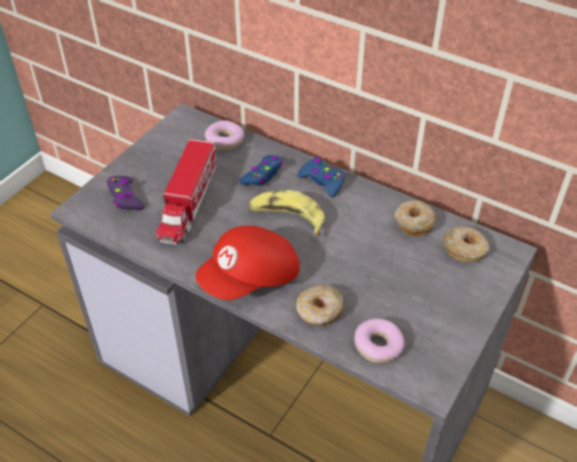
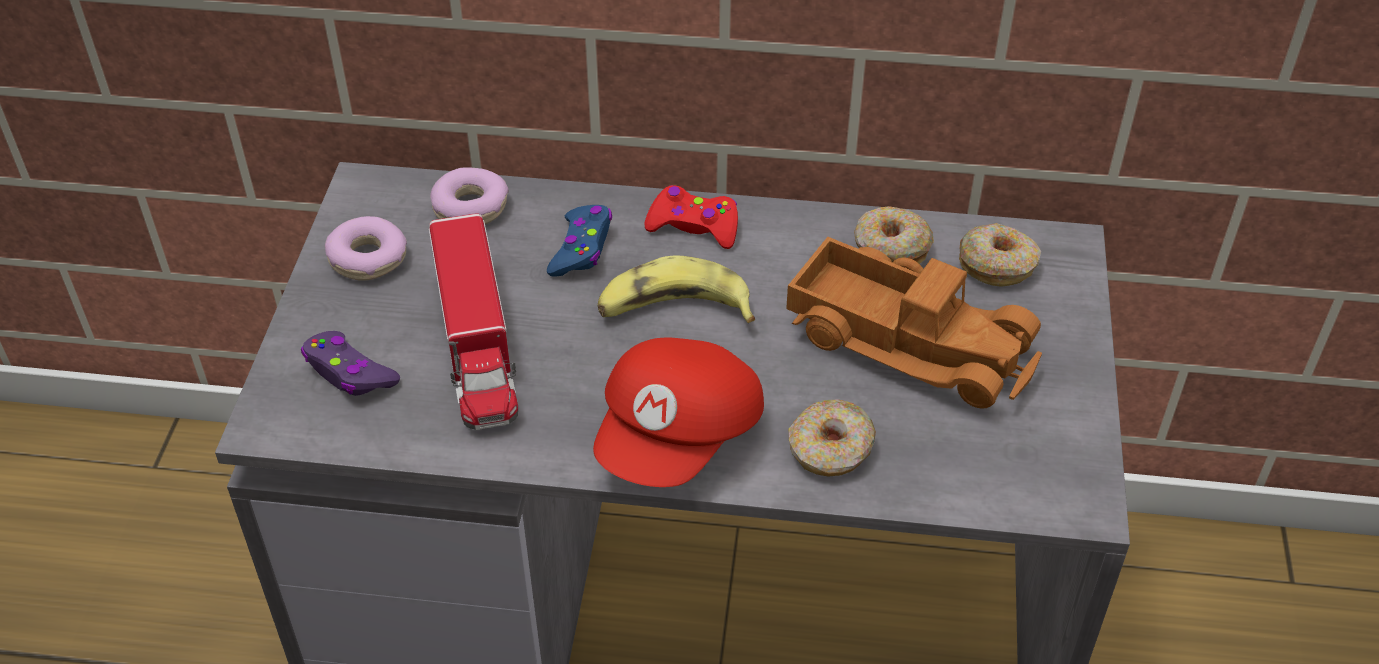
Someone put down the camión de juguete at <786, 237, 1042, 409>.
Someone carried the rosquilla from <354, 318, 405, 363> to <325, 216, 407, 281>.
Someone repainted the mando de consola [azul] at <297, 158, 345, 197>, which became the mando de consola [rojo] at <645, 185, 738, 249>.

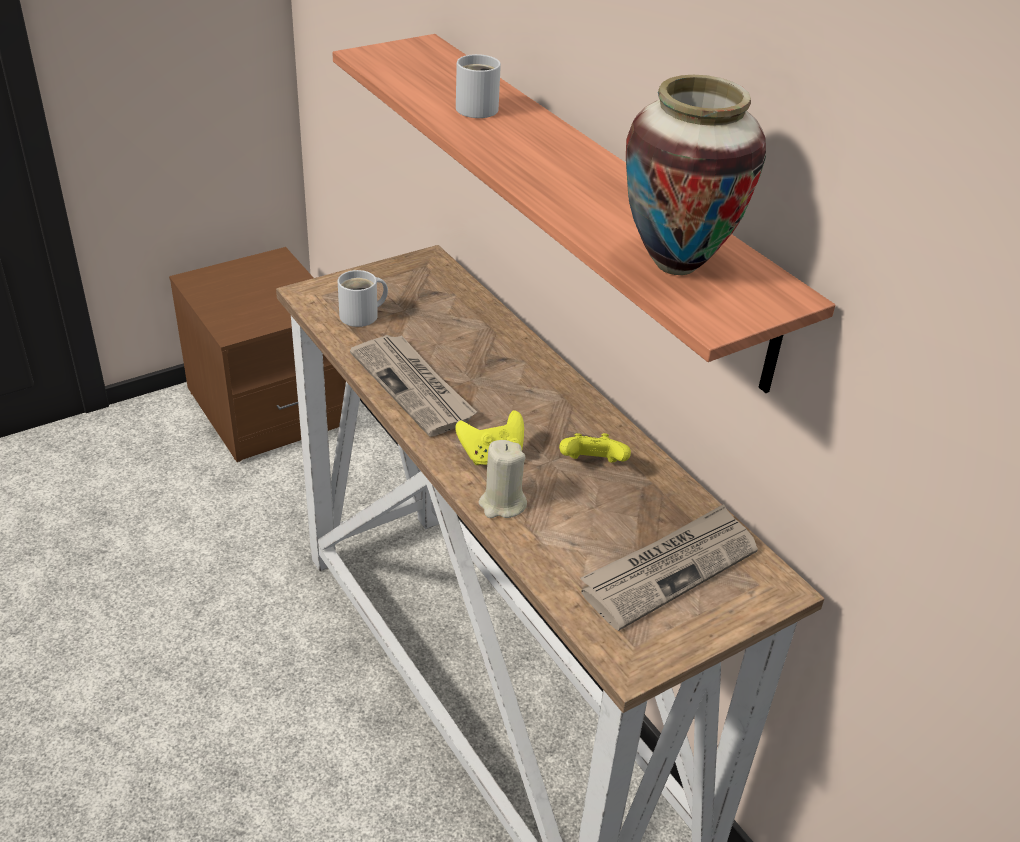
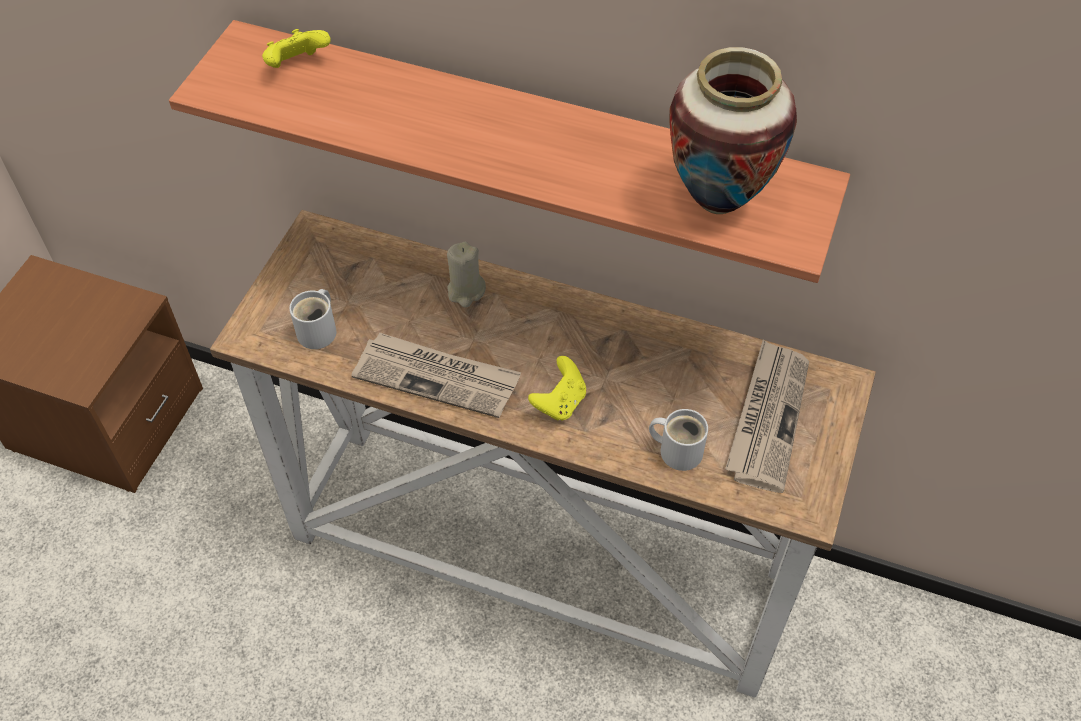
Someone carried the taza grande [blanco] from <456, 54, 501, 118> to <649, 409, 708, 471>.
Someone carried the vela [beis] from <479, 440, 527, 518> to <447, 242, 486, 307>.
Someone carried the mando de consola [amarillo] from <559, 433, 631, 463> to <262, 29, 331, 68>.

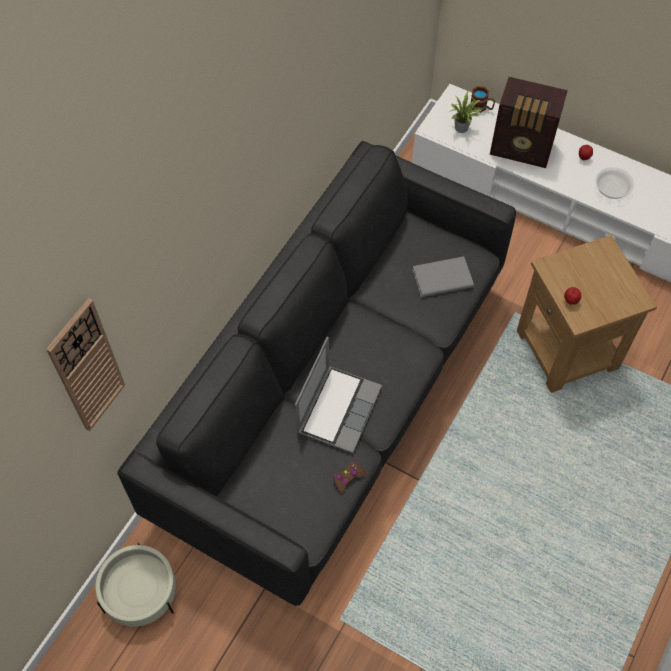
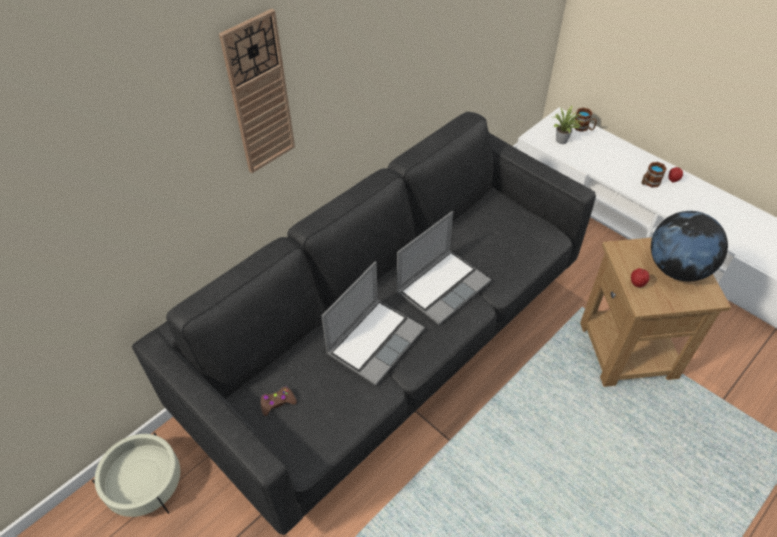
Someone took away the libro [gris] at <412, 256, 474, 297>.
Someone took away the radio at <490, 77, 568, 168>.
Someone took away the cuenco at <595, 167, 634, 199>.
Someone put down the portátil at <396, 211, 491, 325>.
Someone put down the taza grande at <642, 162, 667, 188>.
Someone put down the globo terráqueo at <651, 211, 728, 281>.
Someone carried the reloj de pared from <46, 298, 125, 431> to <219, 9, 295, 173>.
Someone carried the mando de consola [marrón] from <333, 462, 366, 493> to <261, 387, 297, 416>.

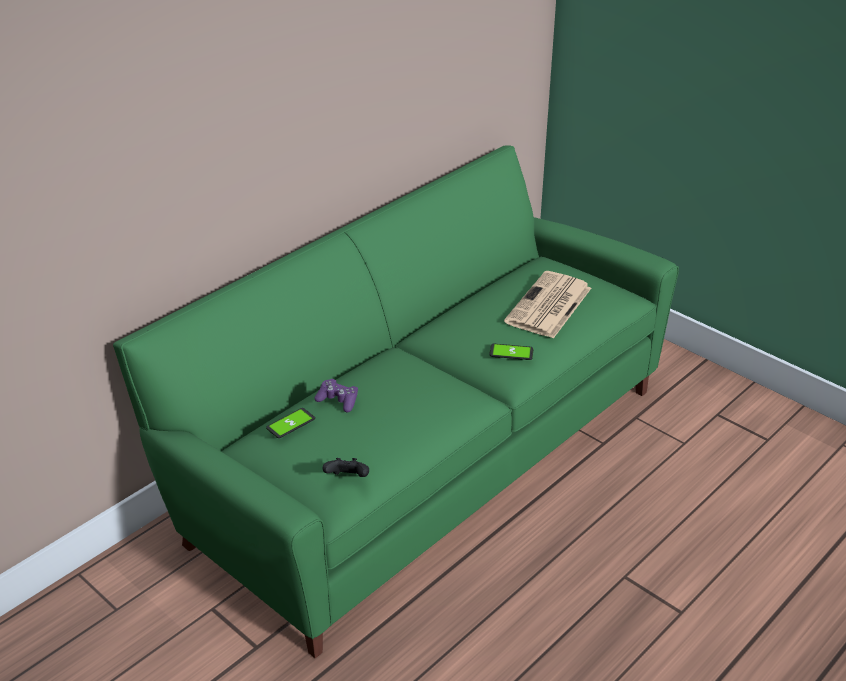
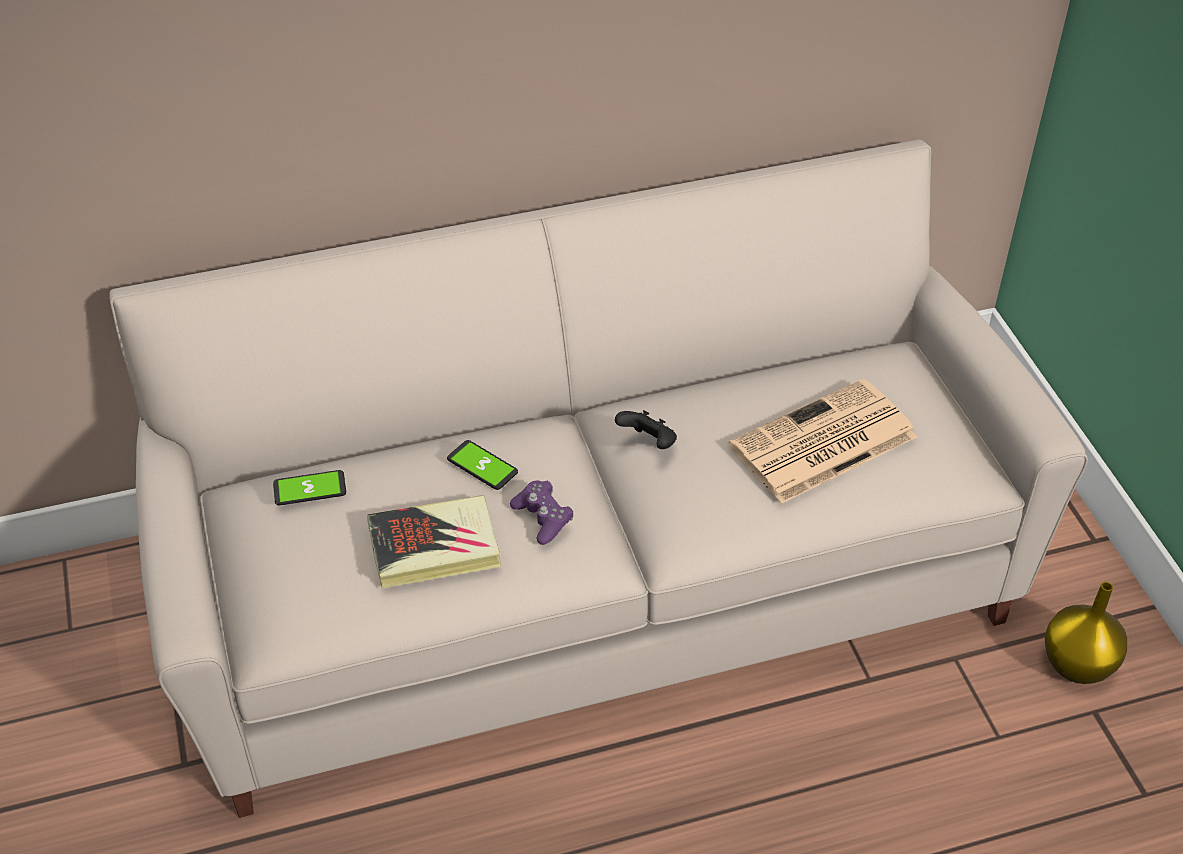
Someone put down the libro at <367, 495, 501, 588>.
Someone put down the florero [amarillo] at <1045, 582, 1127, 684>.
Someone carried the mando de consola [morado] from <314, 379, 358, 413> to <510, 481, 573, 545>.
Someone carried the mando de consola [negro] from <323, 458, 369, 477> to <615, 410, 677, 449>.
Someone carried the móvil from <489, 344, 533, 360> to <447, 440, 518, 490>.
Someone repainted the sofá [verde] at <113, 145, 679, 658>, which became the sofá [beis] at <109, 140, 1088, 818>.

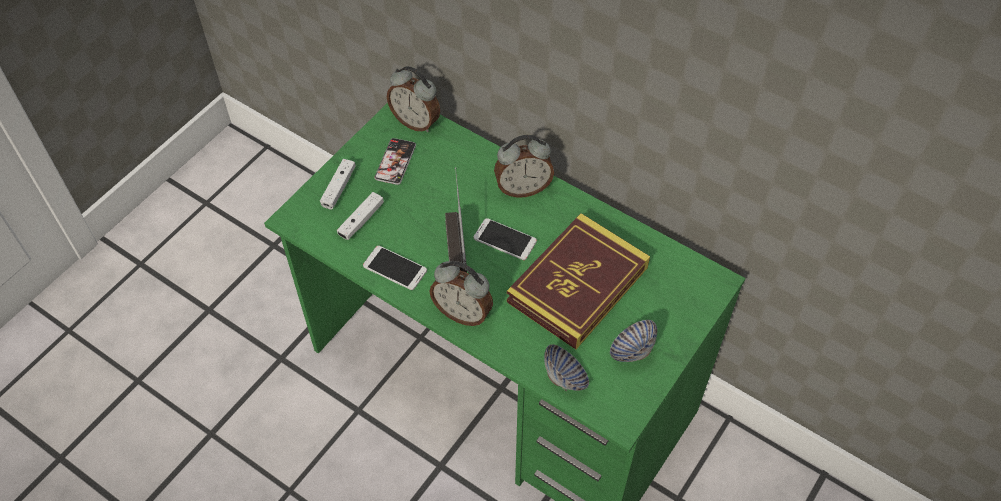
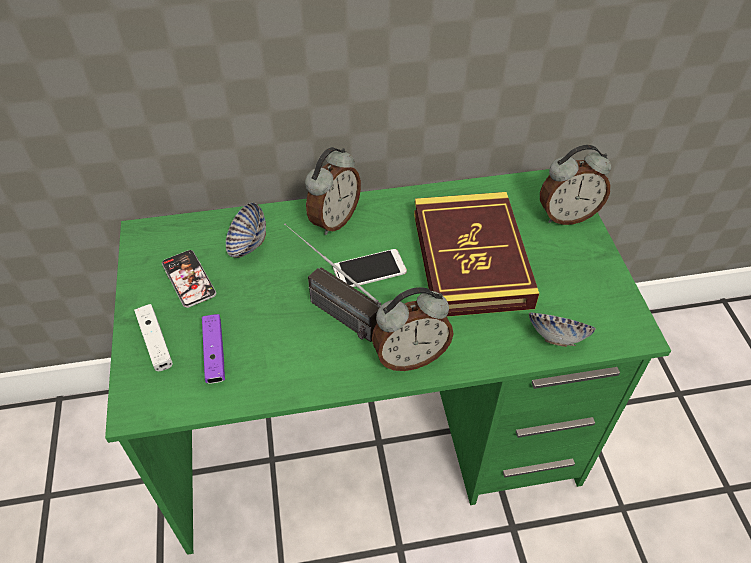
Someone took away the móvil at <363, 246, 427, 290>.
Someone carried the despertador from <387, 66, 440, 132> to <540, 145, 611, 225>.
Someone carried the cuenco from <610, 320, 657, 362> to <226, 202, 266, 258>.
Someone repainted the mando de consola [blanco] at <337, 192, 384, 240>, which became the mando de consola [morado] at <202, 314, 225, 384>.

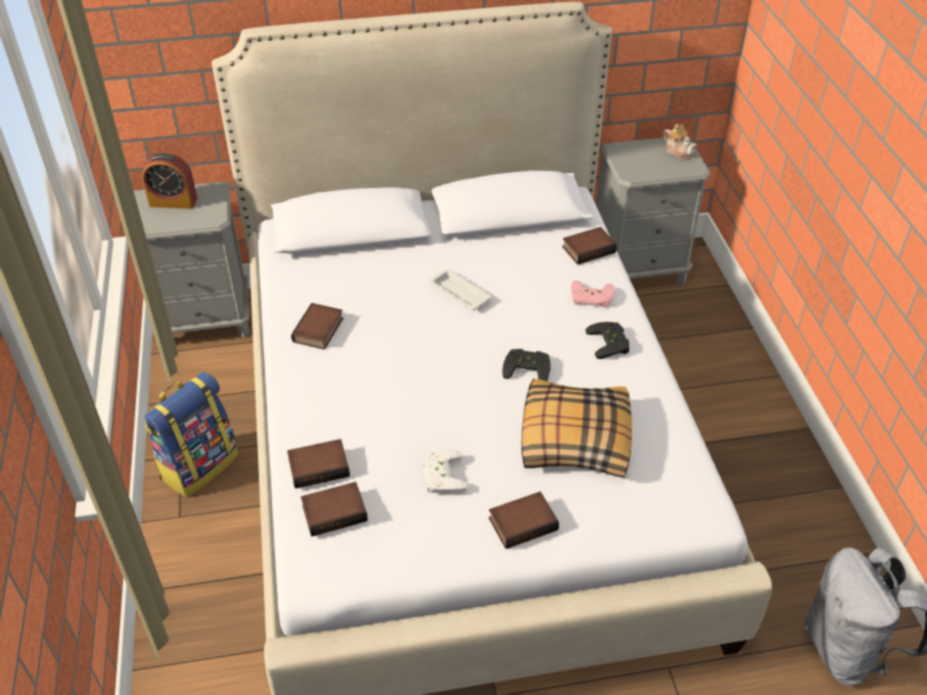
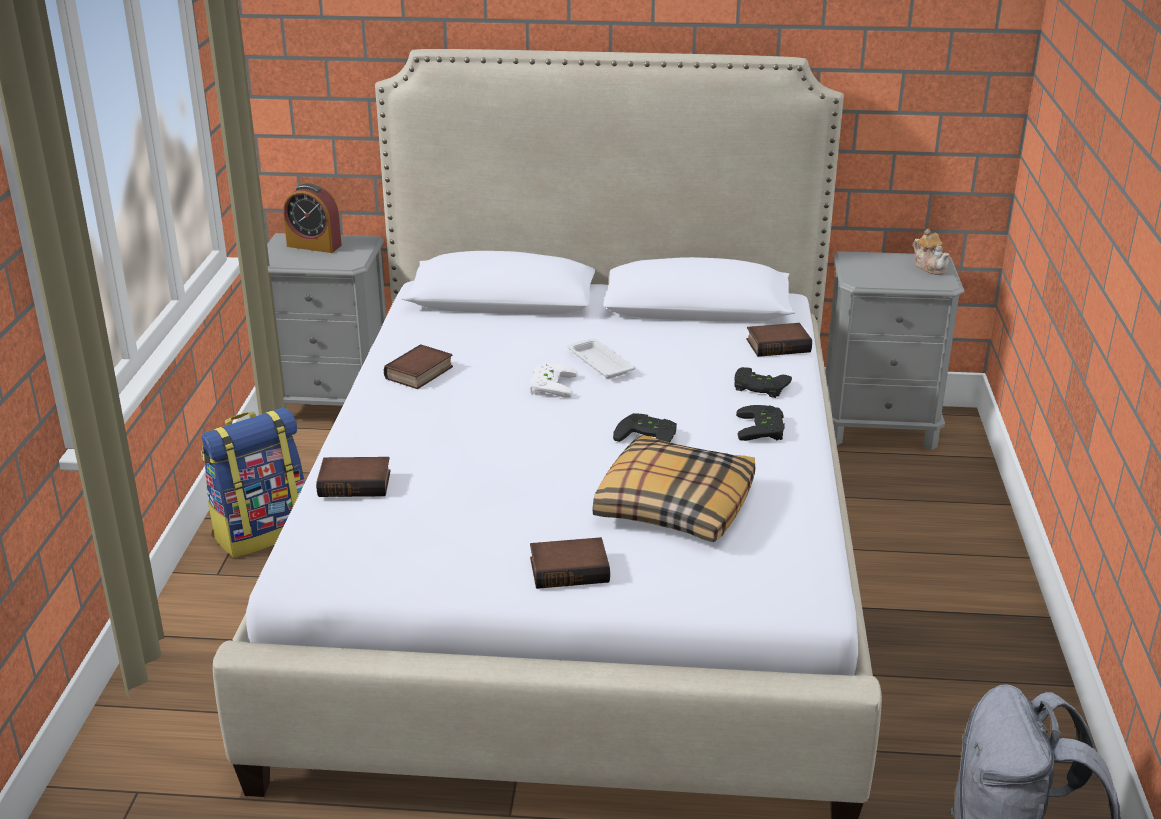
Someone took away the libro at <301, 482, 368, 536>.
Someone carried the mando de consola [blanco] from <422, 449, 468, 493> to <530, 364, 577, 398>.
Someone repainted the mando de consola [rosa] at <571, 281, 615, 308>, which became the mando de consola [negro] at <735, 367, 792, 398>.

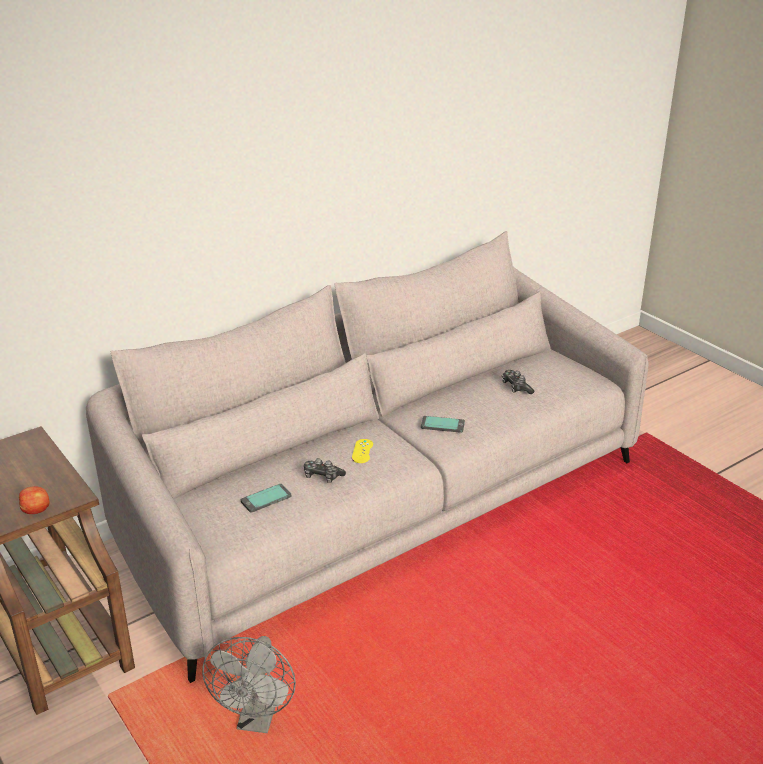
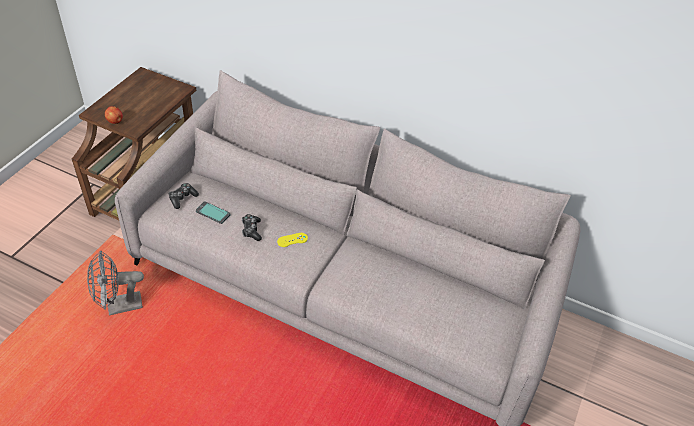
Someone took away the móvil at <421, 416, 465, 433>.
Someone carried the mando de consola from <502, 370, 534, 394> to <168, 183, 199, 209>.

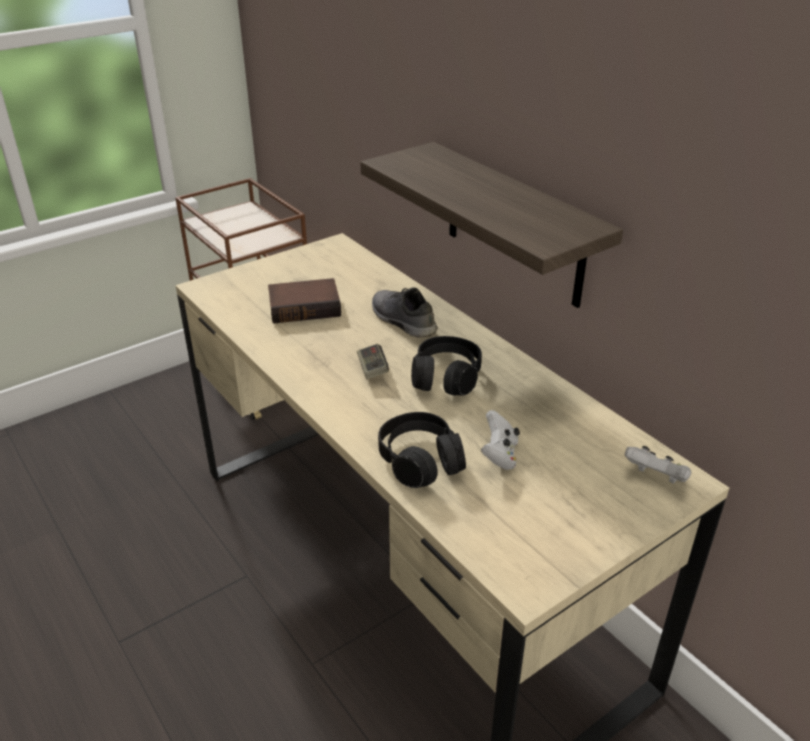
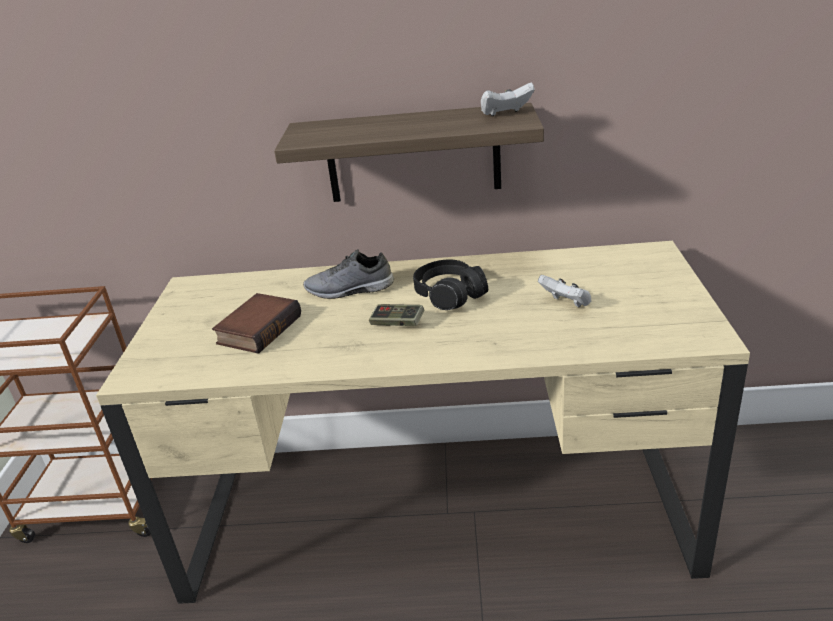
Someone took away the auriculares [negro] at <378, 412, 466, 488>.
Someone carried the mando de consola [blanco] from <625, 446, 691, 484> to <481, 83, 535, 116>.

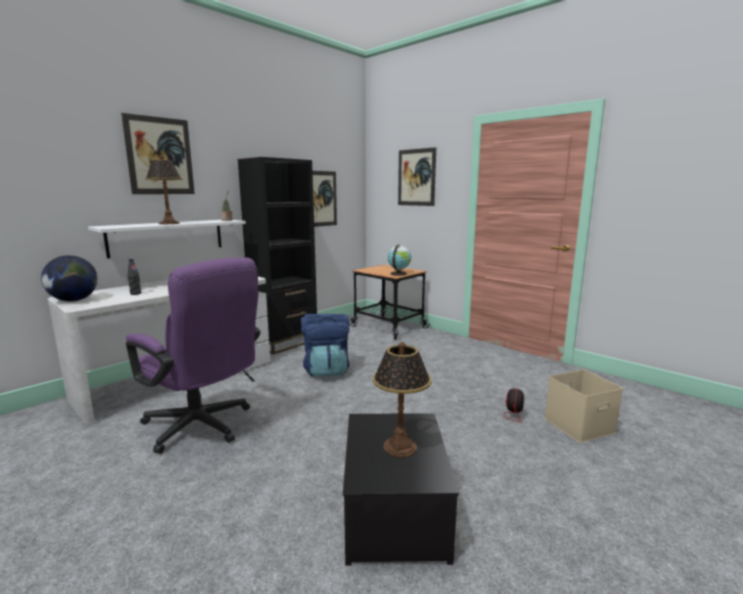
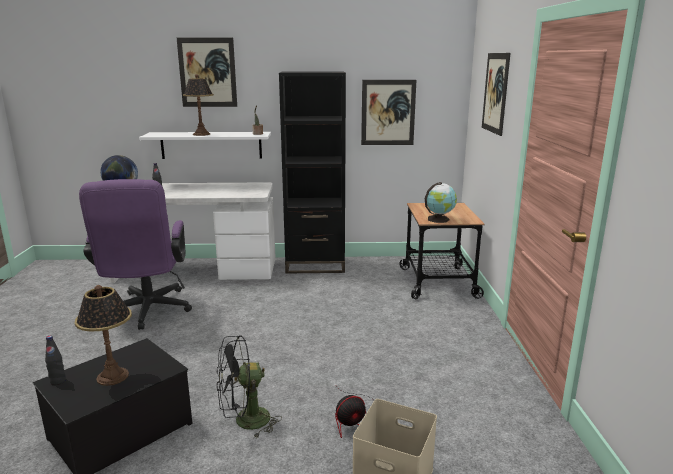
Someone took away the mochila [azul] at <301, 314, 350, 377>.
Someone put down the botella [negro] at <45, 336, 66, 385>.
Someone put down the ventilador [negro] at <217, 335, 282, 438>.

